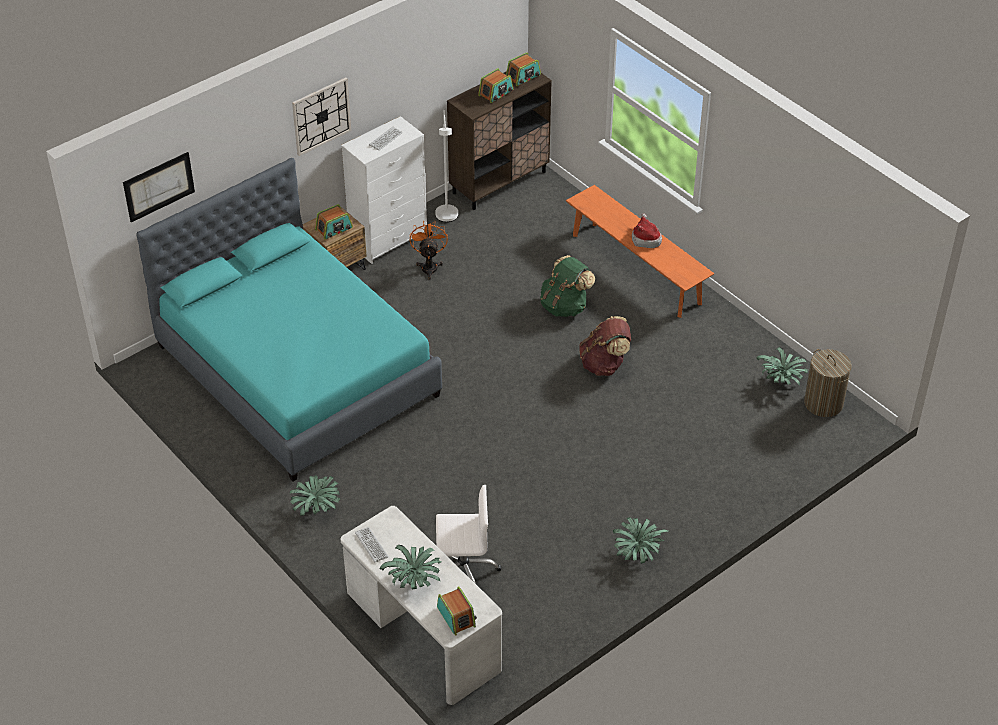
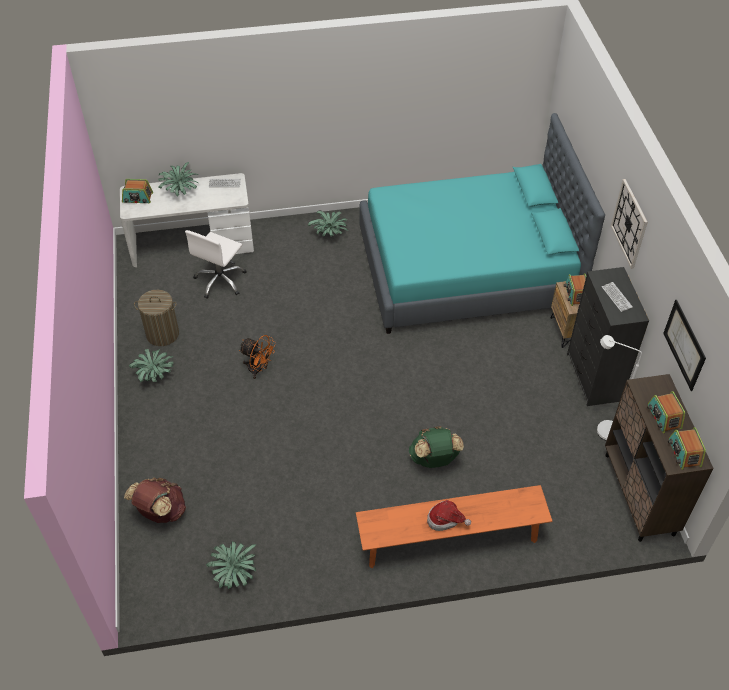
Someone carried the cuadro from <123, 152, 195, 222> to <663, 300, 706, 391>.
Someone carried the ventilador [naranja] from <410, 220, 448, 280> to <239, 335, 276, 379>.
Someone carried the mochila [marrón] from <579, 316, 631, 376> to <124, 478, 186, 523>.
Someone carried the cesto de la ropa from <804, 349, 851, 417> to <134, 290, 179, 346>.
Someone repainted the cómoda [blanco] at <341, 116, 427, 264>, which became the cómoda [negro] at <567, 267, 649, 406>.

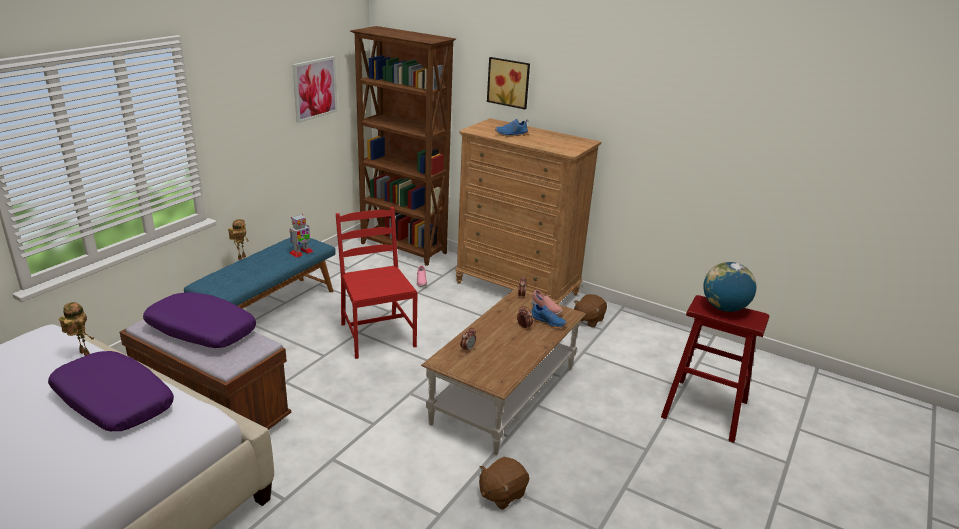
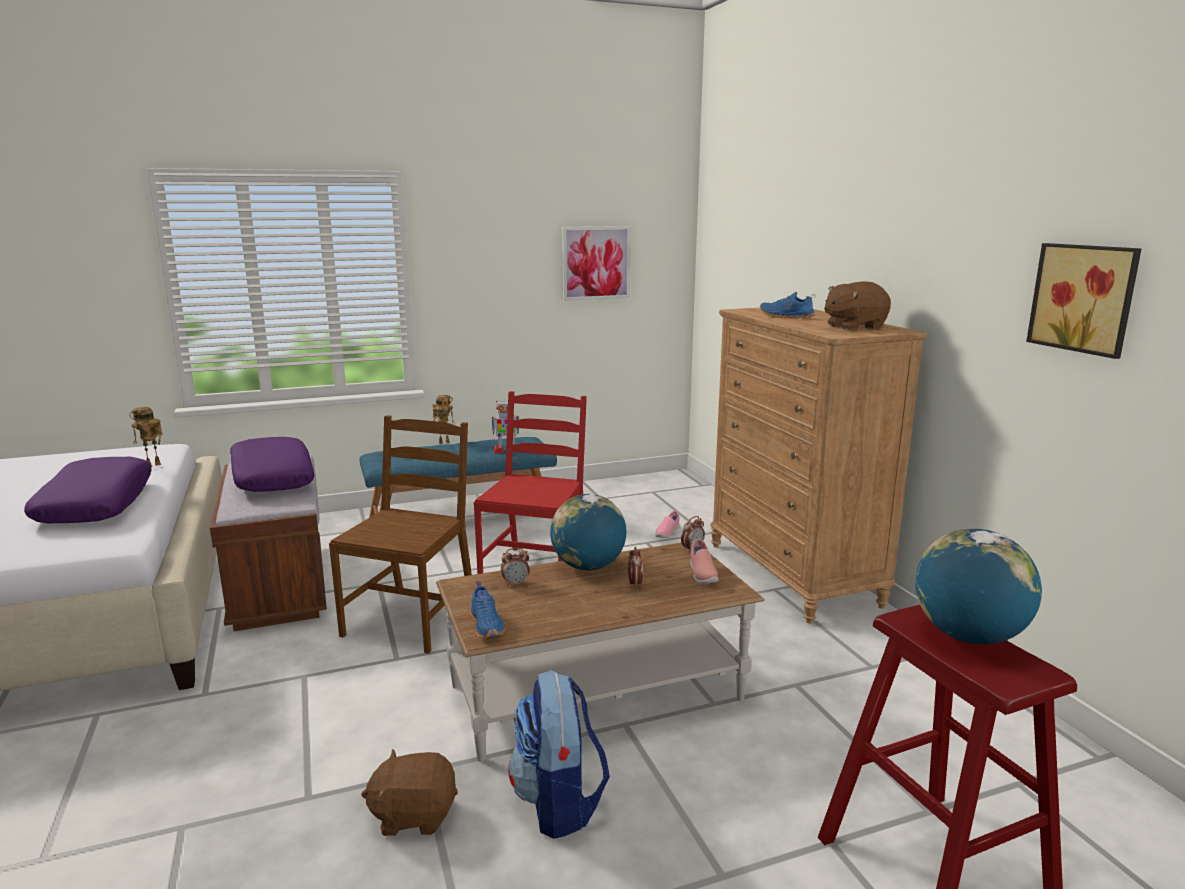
Someone took away the estantería [marrón] at <350, 26, 456, 266>.
Someone put down the silla [marrón] at <329, 415, 472, 654>.
Someone put down the mochila at <508, 670, 610, 839>.
Someone put down the globo terráqueo at <550, 494, 626, 570>.
Someone carried the cuadro from <487, 57, 530, 109> to <1026, 243, 1141, 359>.
Someone carried the zapato [azul] from <532, 302, 566, 329> to <470, 581, 505, 638>.
Someone carried the peluche [marrón] from <574, 294, 607, 327> to <824, 281, 891, 331>.
Someone rotated the robot de juguete at <59, 302, 95, 356> by 120 degrees counterclockwise.

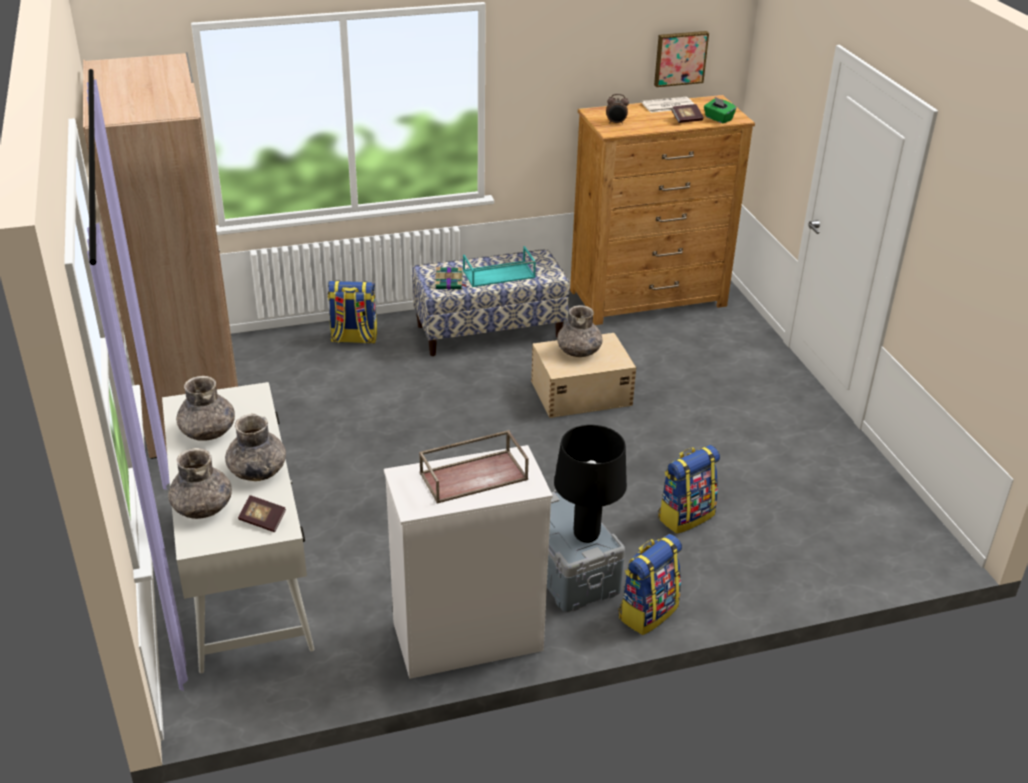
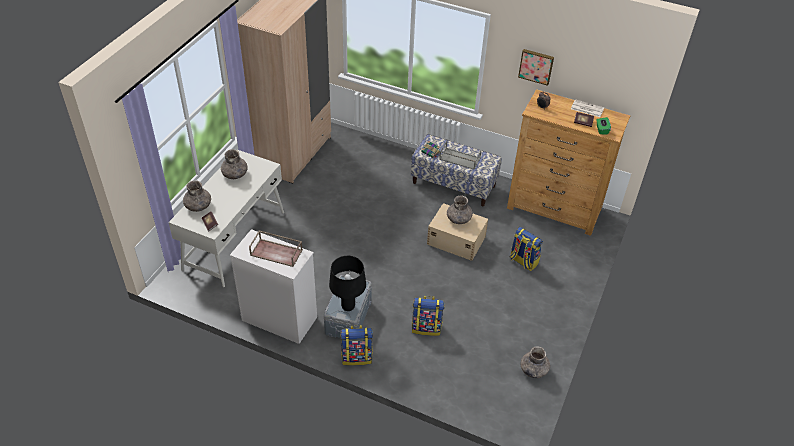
Someone carried the florero [gris] from <225, 414, 286, 481> to <520, 346, 550, 378>.
Someone carried the mochila from <328, 281, 377, 344> to <509, 227, 543, 271>.
Someone carried the cuadro from <654, 31, 709, 87> to <518, 49, 554, 86>.
Someone repainted the bandeja [turquesa] at <463, 246, 536, 287>, which became the bandeja [gris] at <439, 140, 481, 170>.

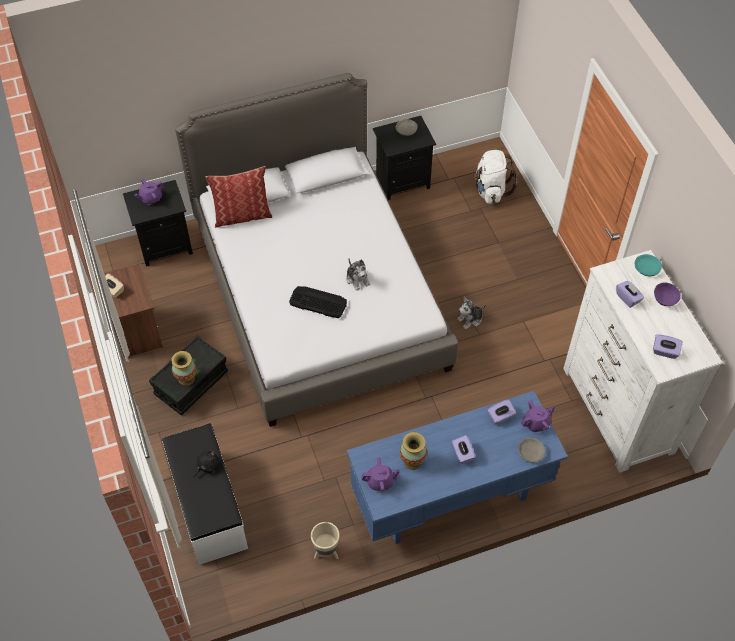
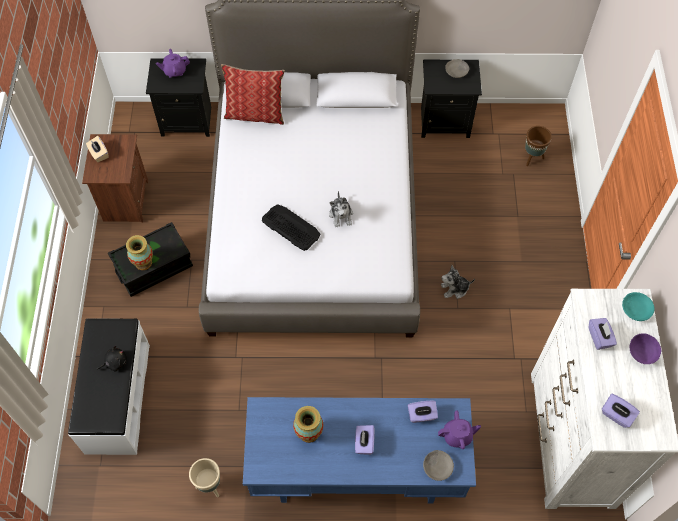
Someone took away the tetera [morado] at <361, 457, 400, 491>.
Someone swapped the mochila [blanco] at <473, 150, 517, 204> for the maceta [marrón] at <525, 126, 552, 166>.

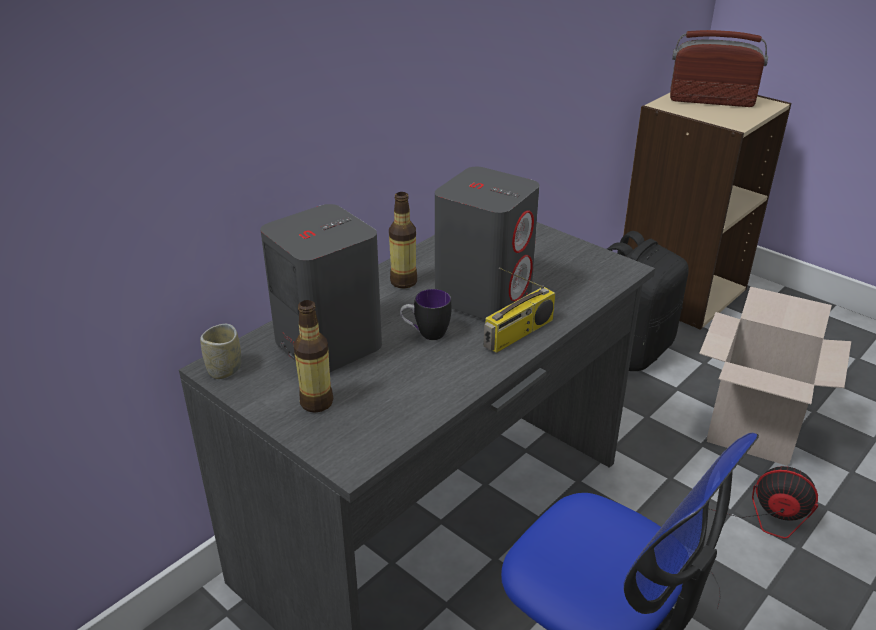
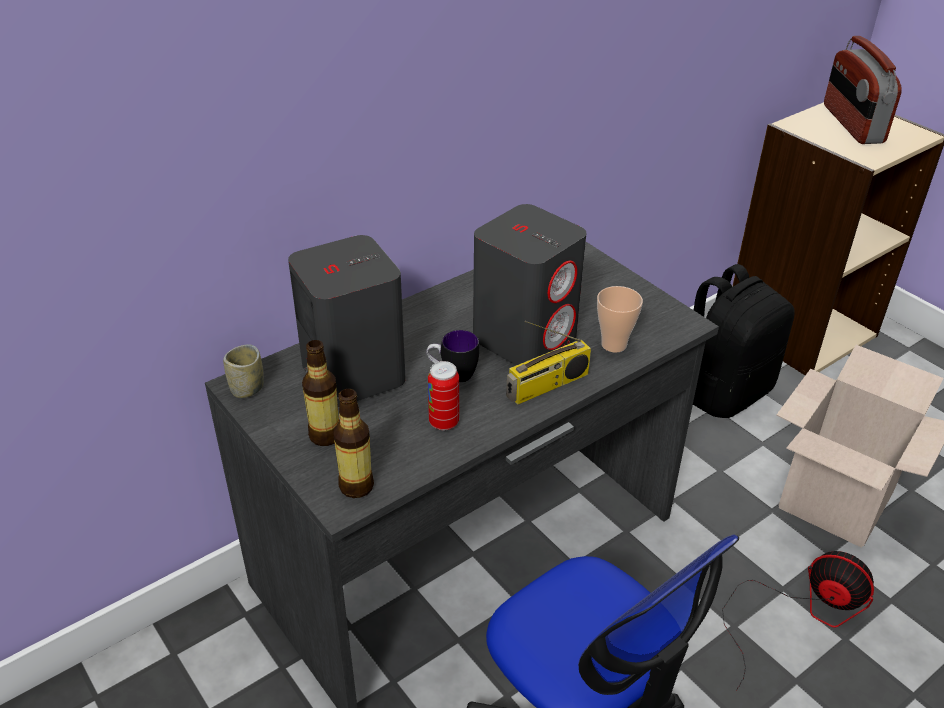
Someone put down the lata at <428, 361, 459, 430>.
Someone put down the taza at <597, 286, 643, 353>.
Someone carried the botella from <389, 192, 417, 289> to <333, 389, 374, 498>.
Someone rotated the radio at <670, 30, 768, 107> by 120 degrees counterclockwise.

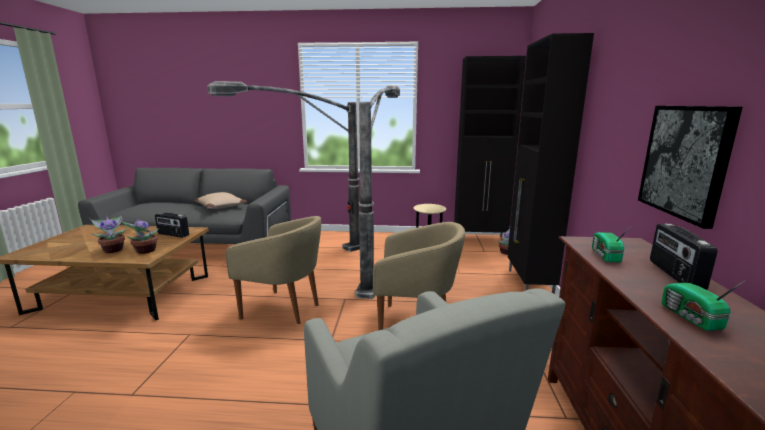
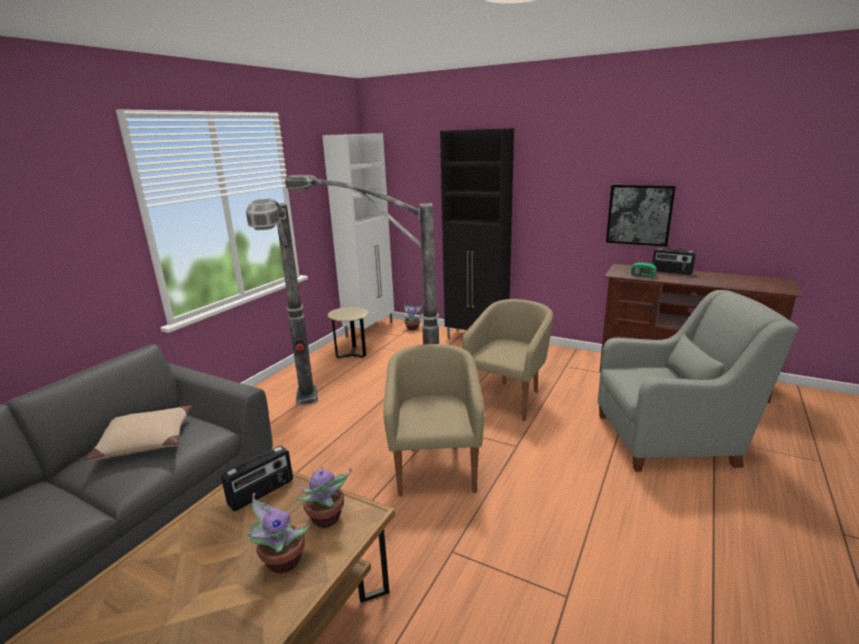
Someone took away the radio at <661, 280, 746, 331>.
Someone repainted the armario [negro] at <454, 56, 526, 237>, which became the armario [blanco] at <322, 133, 394, 337>.
Someone rotated the sillón [beis] at <225, 216, 321, 324> by 45 degrees counterclockwise.

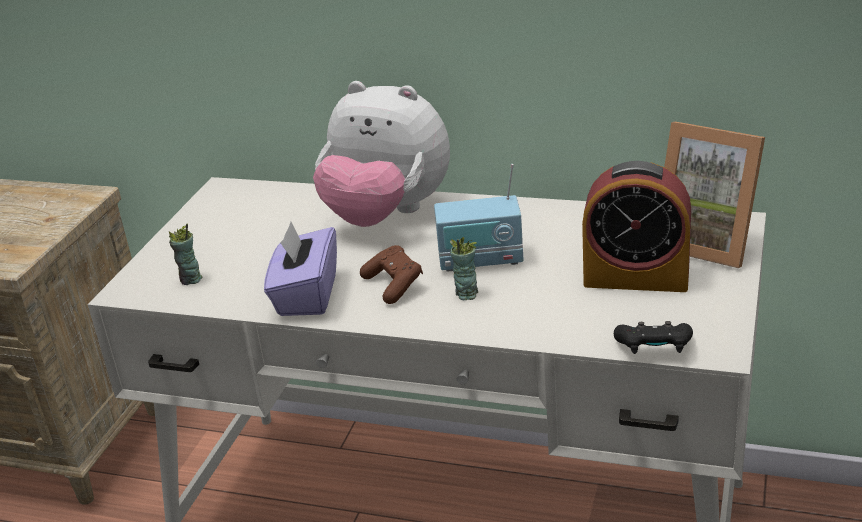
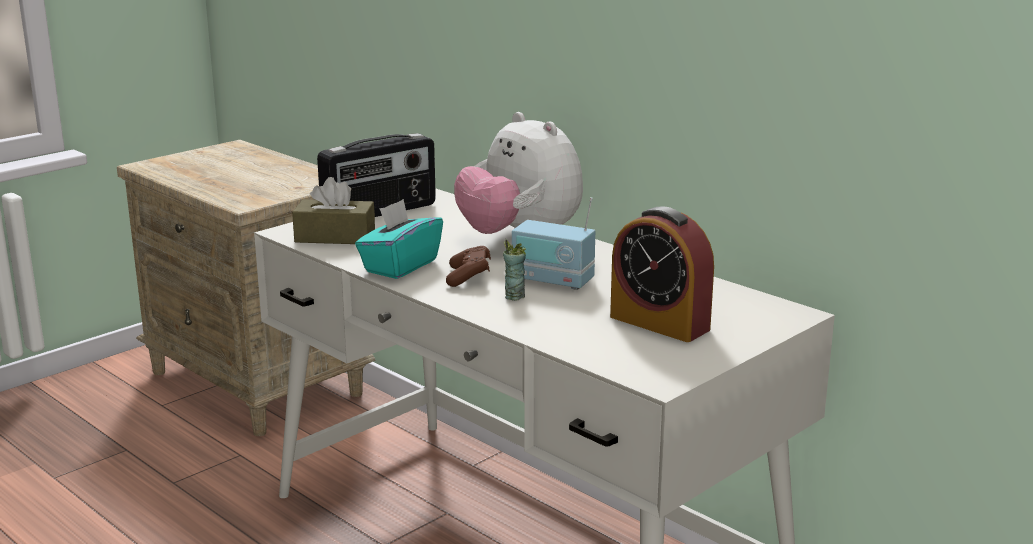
Someone took away the mando de consola [negro] at <614, 321, 693, 354>.
Someone took away the portarretratos at <664, 122, 765, 268>.
Someone put down the radio at <317, 133, 436, 217>.
Someone swapped the taza at <169, 224, 202, 285> for the caja de pañuelos [marrón] at <292, 177, 375, 244>.
Someone repainted the caja de pañuelos [morado] at <264, 222, 337, 316>, which became the caja de pañuelos [turquesa] at <355, 199, 443, 279>.

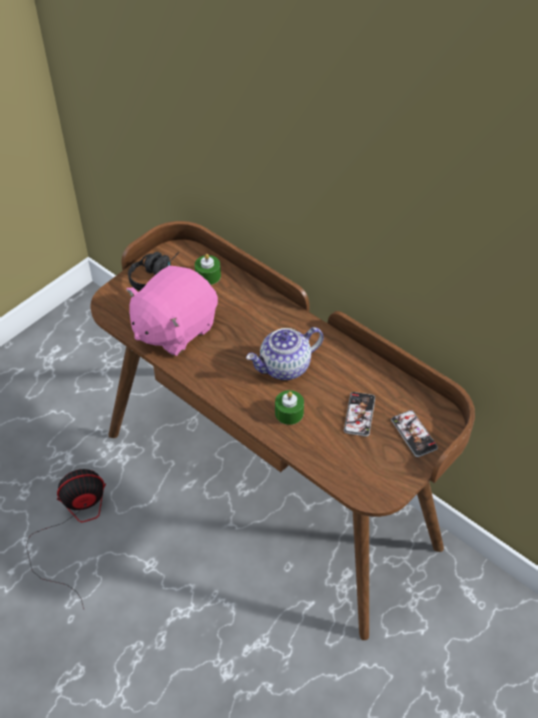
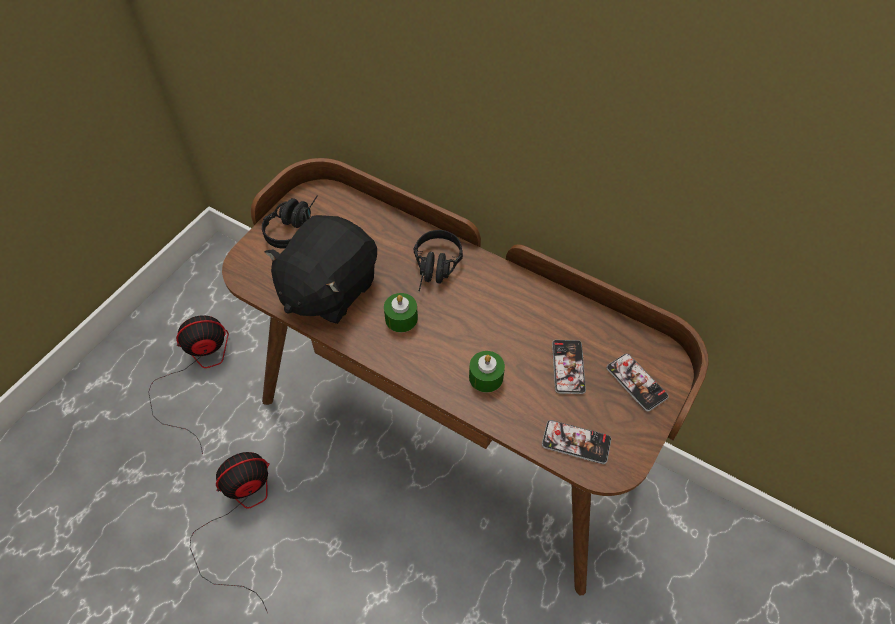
Someone took away the tetera at <246, 327, 324, 380>.
Someone put down the ventilador at <148, 315, 229, 454>.
Someone put down the auriculares [negro] at <414, 230, 463, 291>.
Someone put down the móvil at <542, 420, 611, 464>.
Someone carried the vela [verde] from <195, 254, 221, 285> to <384, 293, 418, 332>.
Someone repainted the peluche [rosa] at <126, 266, 218, 356>, which became the peluche [negro] at <265, 215, 377, 324>.

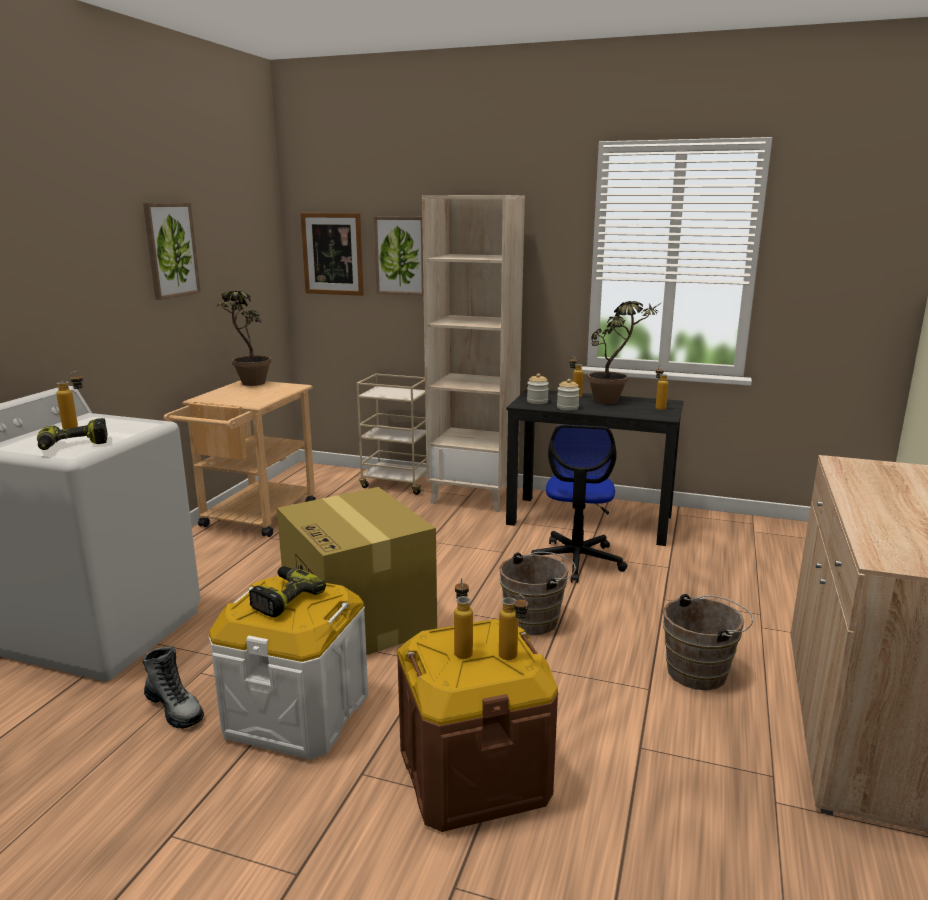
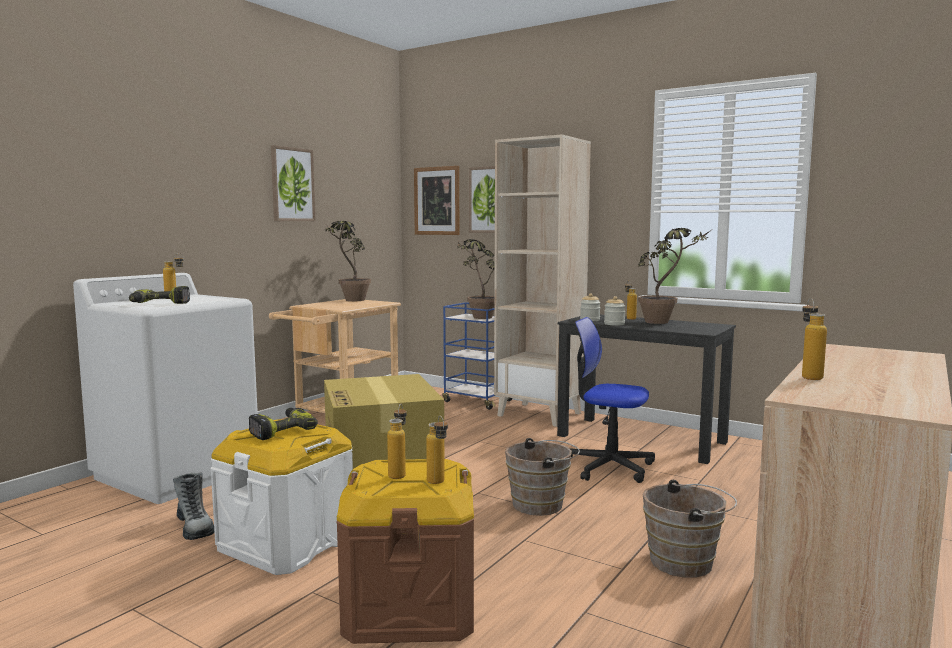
Someone put down the planta en maceta at <457, 239, 495, 319>.
Someone carried the botella from <656, 365, 668, 410> to <802, 298, 827, 380>.
Someone repainted the carrito [beis] at <357, 374, 426, 495>, which became the carrito [azul] at <442, 302, 514, 410>.
Someone rotated the silla de oficina at <531, 425, 628, 583> by 90 degrees clockwise.

